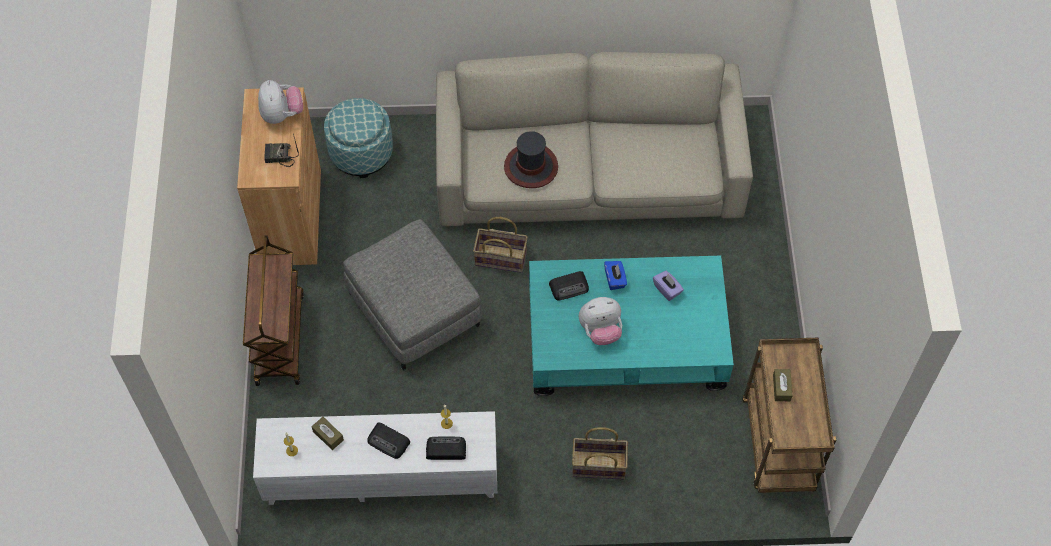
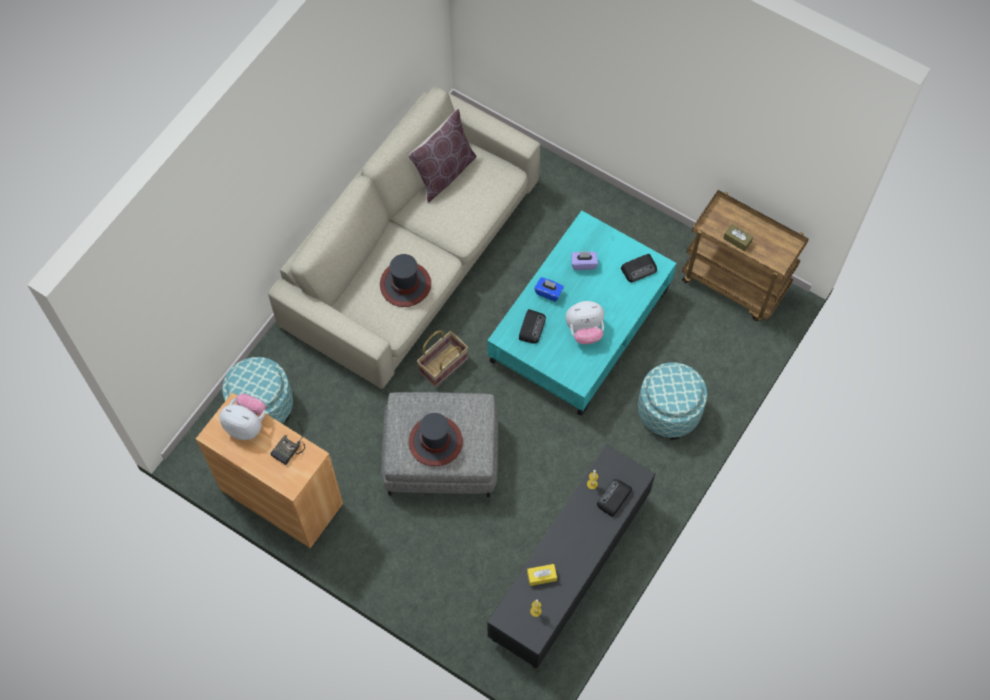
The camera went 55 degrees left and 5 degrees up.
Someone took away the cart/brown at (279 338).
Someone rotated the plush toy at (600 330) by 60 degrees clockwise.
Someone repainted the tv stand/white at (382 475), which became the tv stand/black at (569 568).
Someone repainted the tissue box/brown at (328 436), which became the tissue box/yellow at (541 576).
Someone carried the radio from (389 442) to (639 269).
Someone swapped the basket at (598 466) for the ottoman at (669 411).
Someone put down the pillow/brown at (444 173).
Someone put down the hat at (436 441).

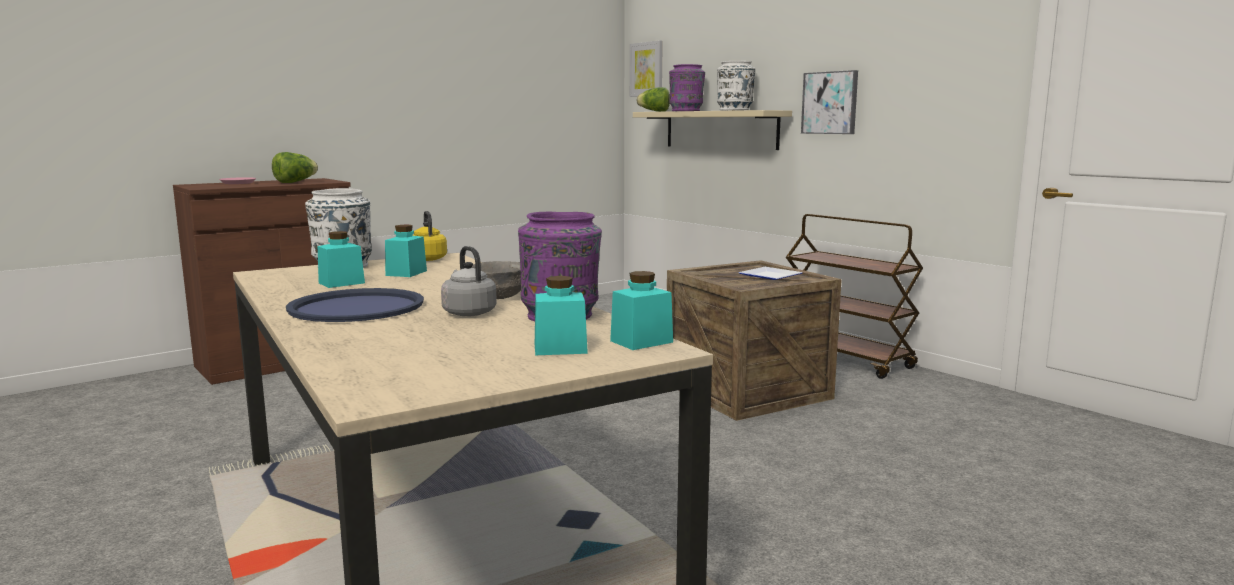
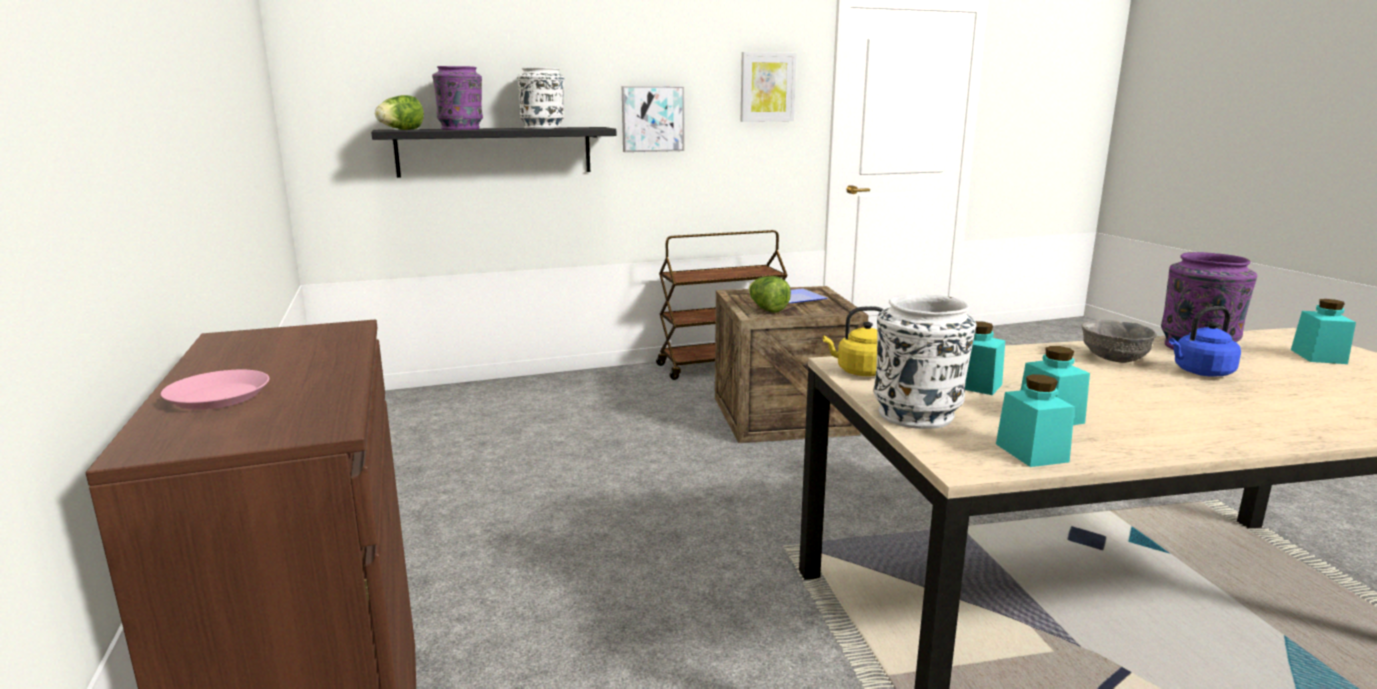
The camera went 70 degrees left and 5 degrees up.
Someone carried the picture from (647 69) to (767 87).
Someone repainted the shelf/beige at (720 129), which became the shelf/black at (495 151).
Someone carried the lettuce from (295 182) to (767 309).
Someone repainted the kettle/grey at (468 312), which became the kettle/blue at (1200 372).
Someone carried the jar/turquoise from (641 341) to (1031 452).
Someone took away the tray/blue at (356 307).

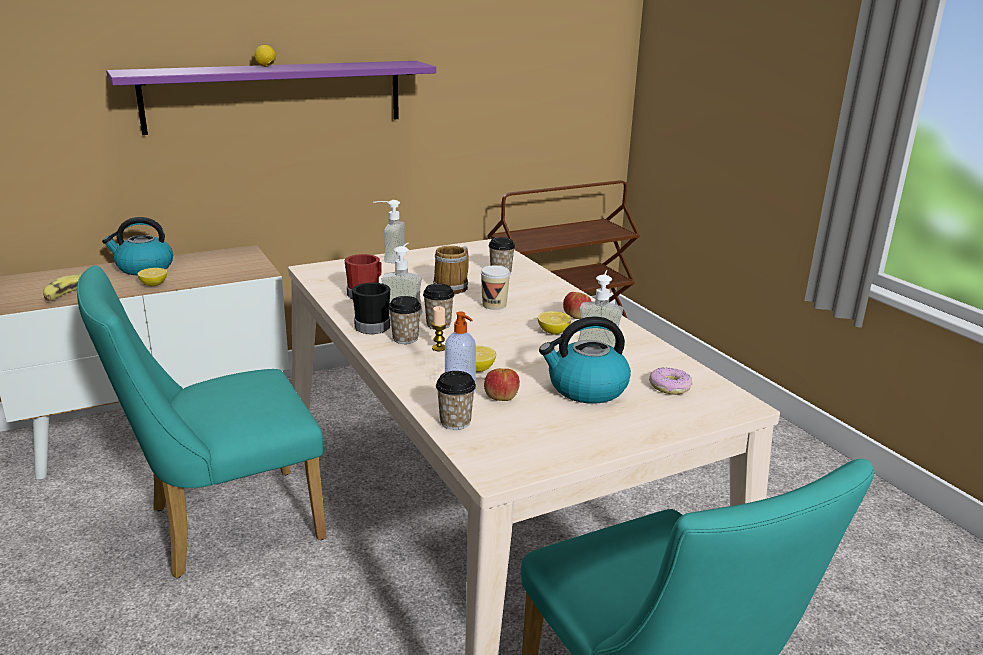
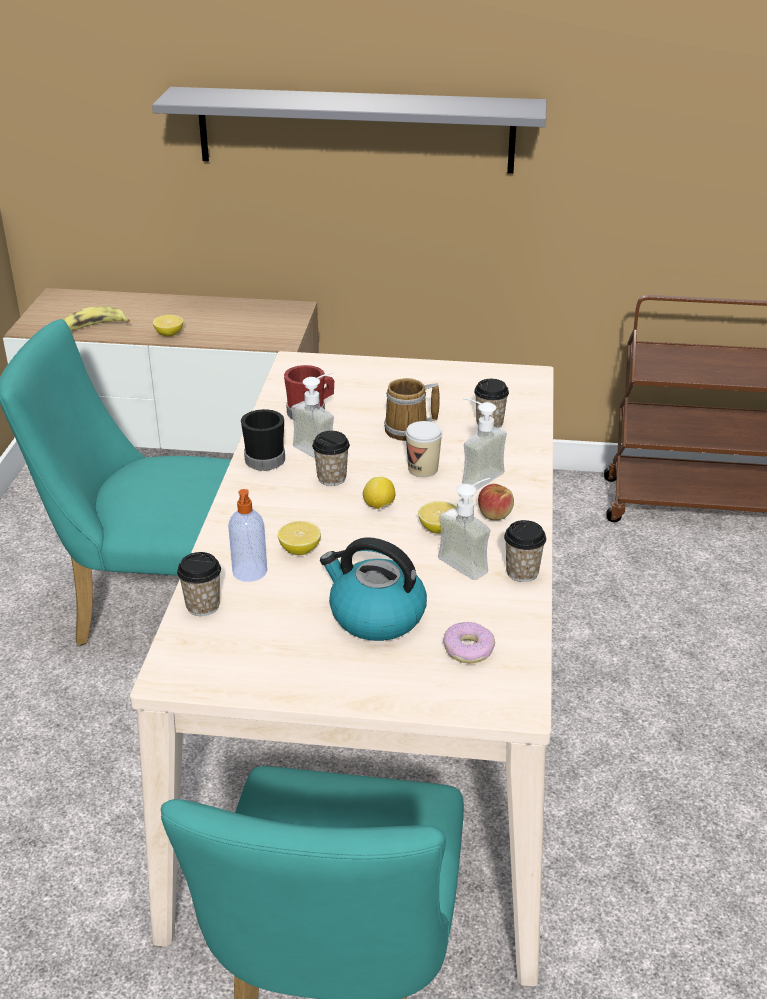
The camera went 35 degrees right and 10 degrees up.
Someone carried the lemon from (266 66) to (379 506).
Someone repainted the shelf/purple at (276 96), which became the shelf/grey at (355 130).
Someone carried the soap dispenser from (388 257) to (475 475).
Someone took away the kettle at (144 268).
Someone carried the cup from (405 339) to (522 572).
Someone took away the candle at (439 348).
Someone took away the apple at (501 397).

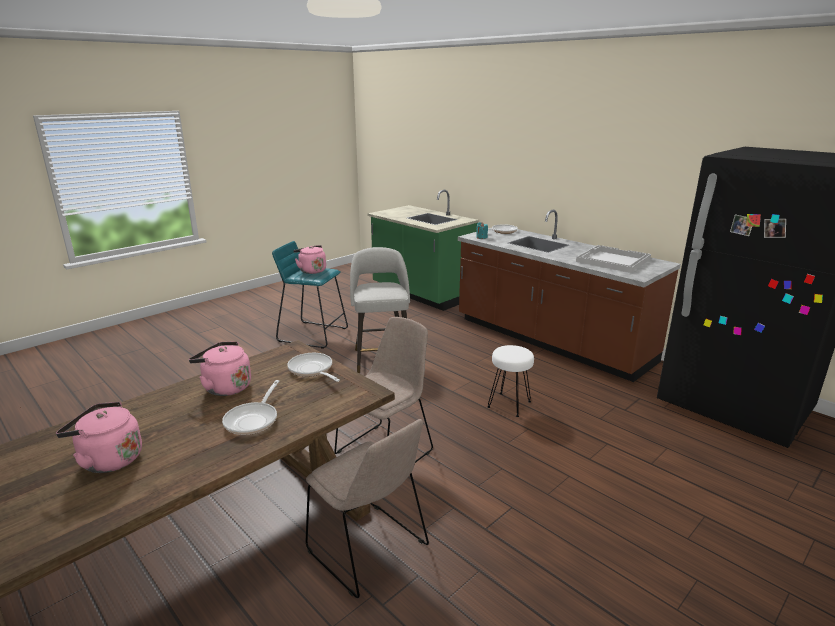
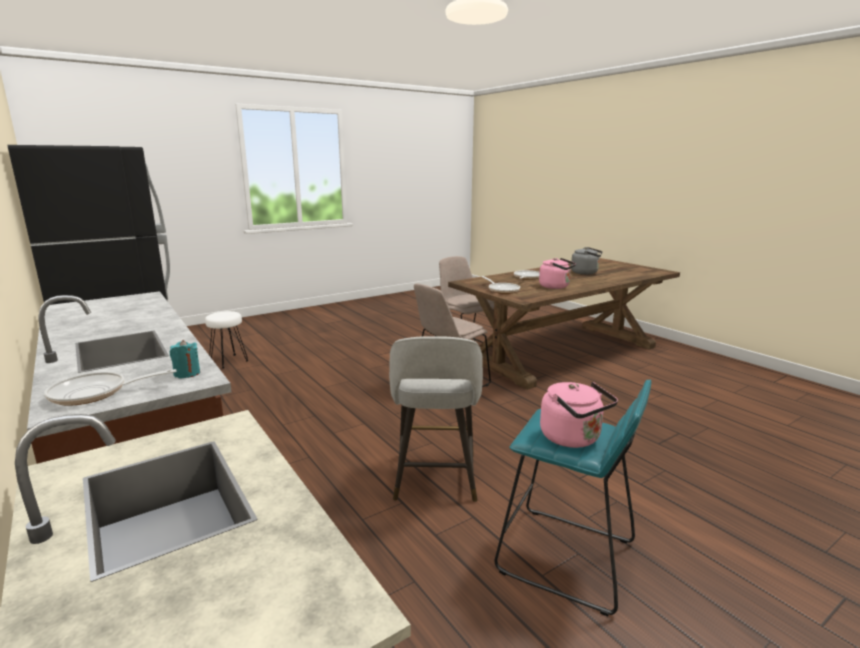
The camera went 170 degrees left and 5 degrees down.
Someone took away the tray/white at (612 260).
Someone carried the stool/white from (509 405) to (228 361).
Someone repainted the kettle/pink at (108 460), which became the kettle/grey at (586 273).

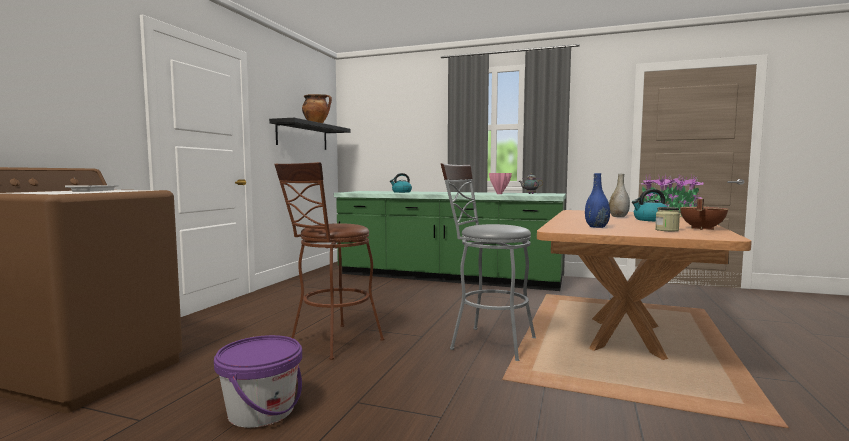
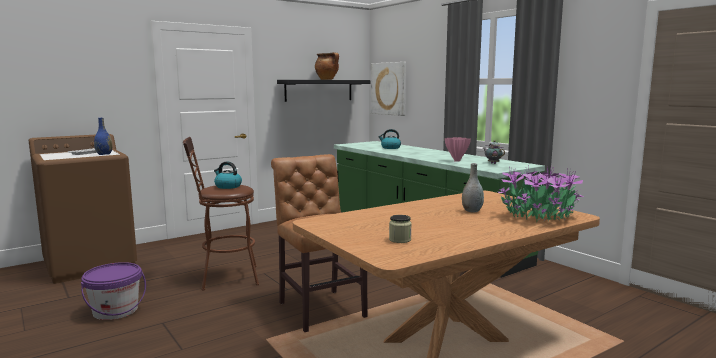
The camera went 35 degrees right and 5 degrees up.
Someone swapped the stool/grey at (486 342) for the chair/brown at (319 308).
Someone carried the vase/blue from (596 227) to (104 154).
Someone carried the kettle from (650 220) to (227 186).
Someone took away the cooking pot/brown at (701 229).
Someone put up the picture at (389 88).

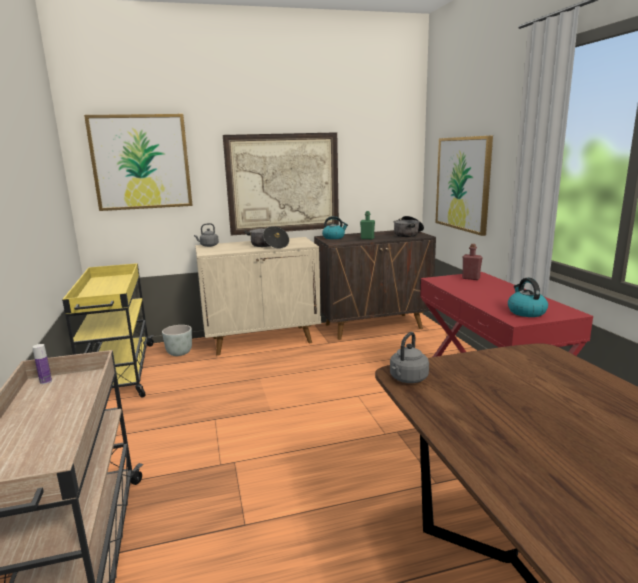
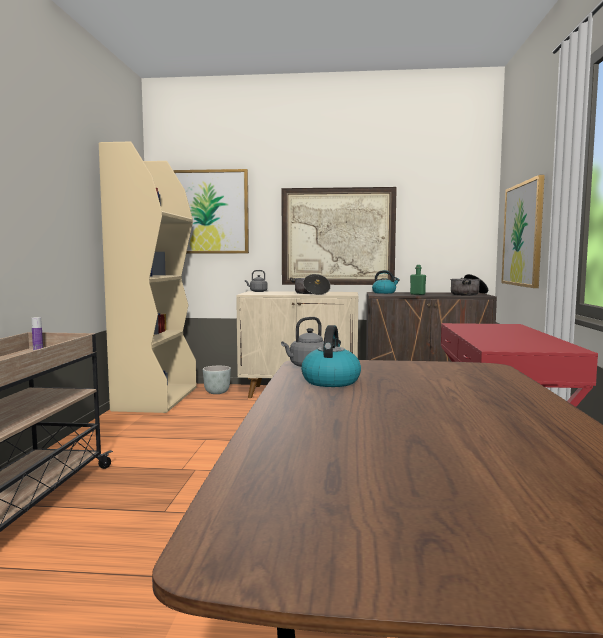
The camera went 20 degrees right and 10 degrees down.
Someone took away the bottle/red at (471 278).
Someone swapped the cart/yellow at (119 372) for the bookcase/beige at (156 398).
Someone carried the kettle from (526 312) to (330 381).

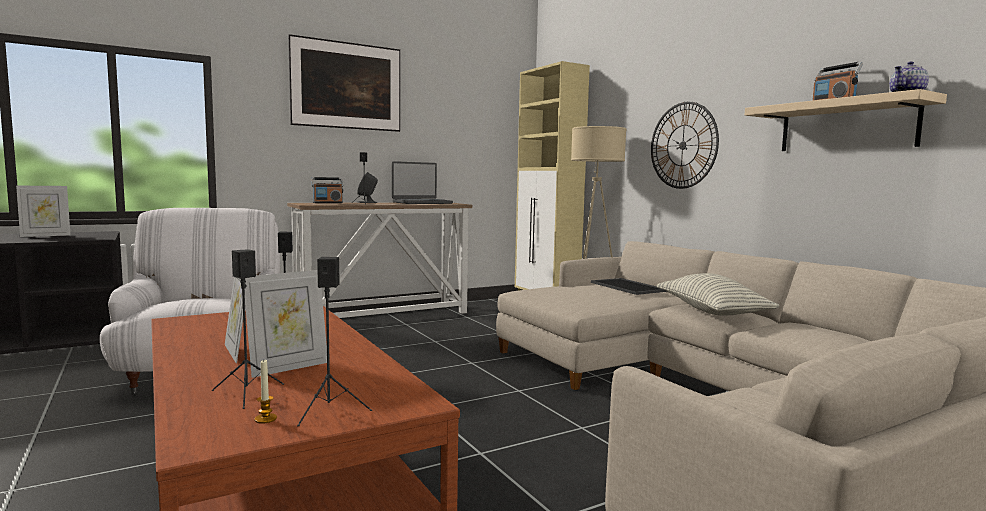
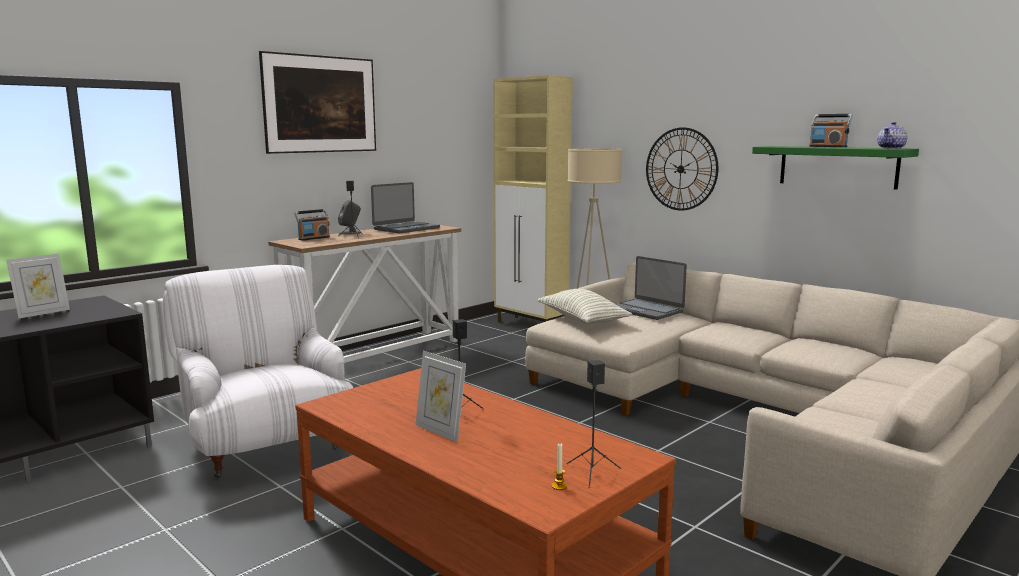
The camera went 15 degrees left and 5 degrees up.
Someone repainted the shelf/beige at (846 126), which became the shelf/green at (837 166).
Someone took away the speaker/black at (247 394).
Someone took away the picture frame at (288 367).
Someone carried the pillow from (711 312) to (582 320).
Someone swapped the tray at (629 287) for the laptop at (646 310).

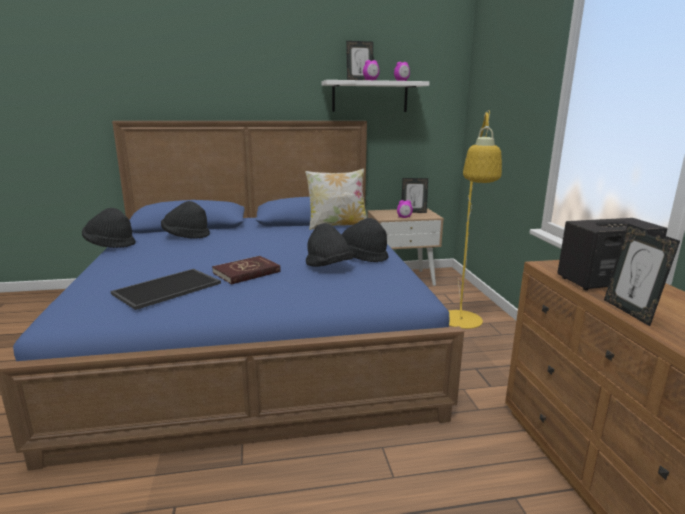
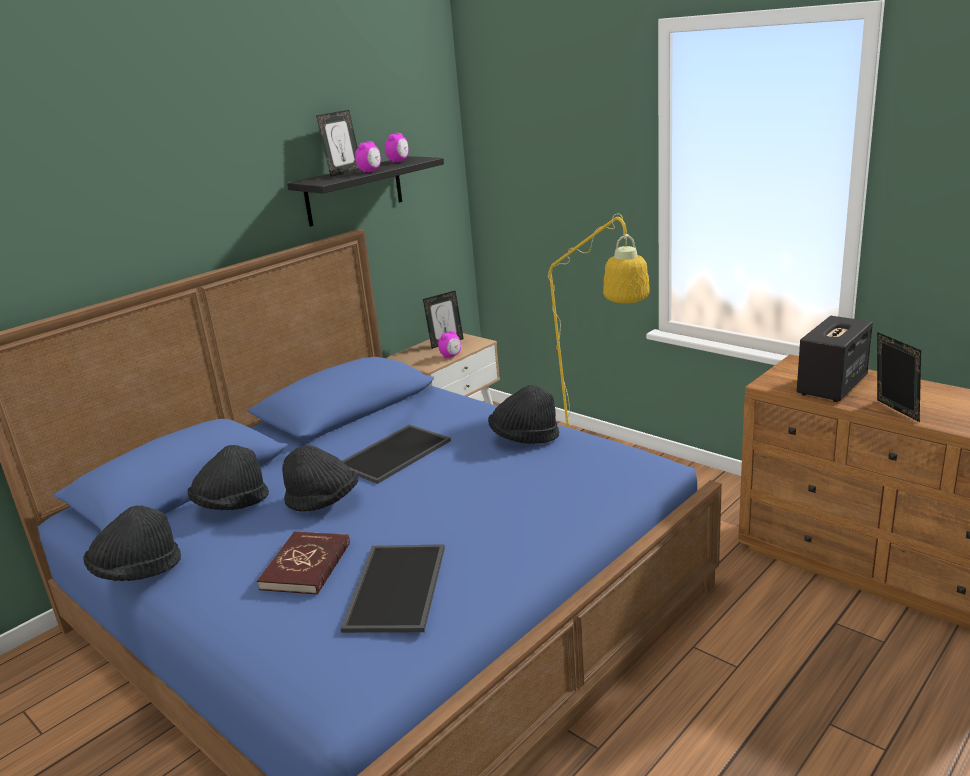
The camera went 35 degrees left and 5 degrees up.
Someone repainted the shelf/white at (370 96), which became the shelf/black at (354 191).
Someone took away the pillow at (337 226).
Someone carried the hat/black from (328 267) to (323 502).
Someone rotated the picture frame at (630 312) by 150 degrees counterclockwise.
Someone carried the book/red from (247 272) to (306 566).
Someone put down the tray at (394 453).

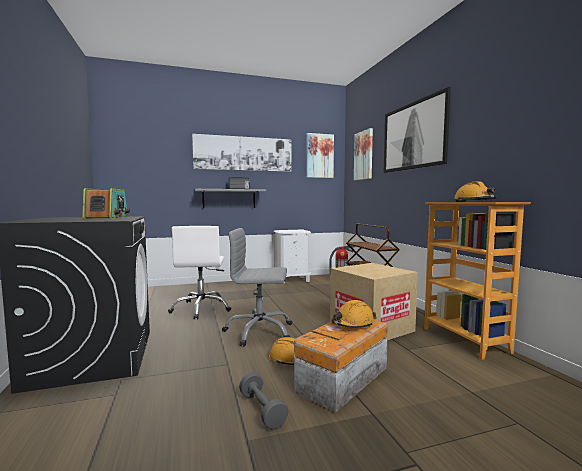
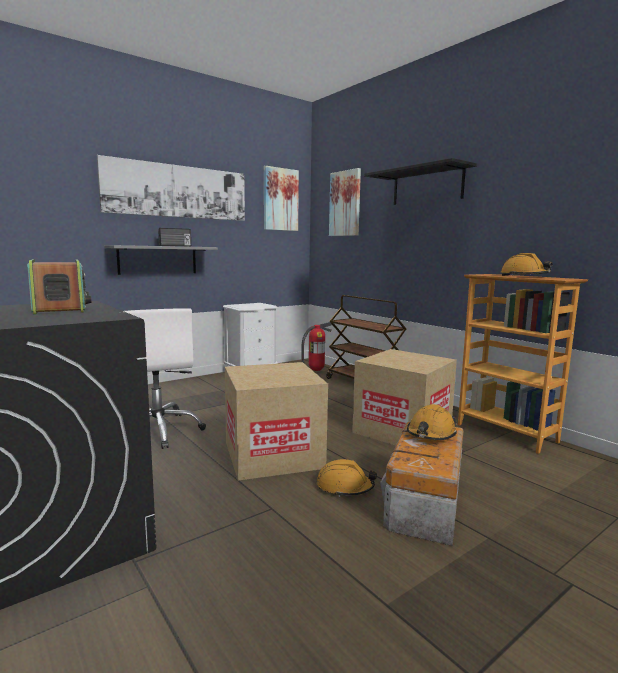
The camera went 20 degrees left and 5 degrees up.
Someone swapped the picture at (413 136) for the shelf/black at (427 186).
Someone swapped the office chair/grey at (259 331) for the cardboard box at (273 454).
Someone took away the dumbbell/grey at (262 410).

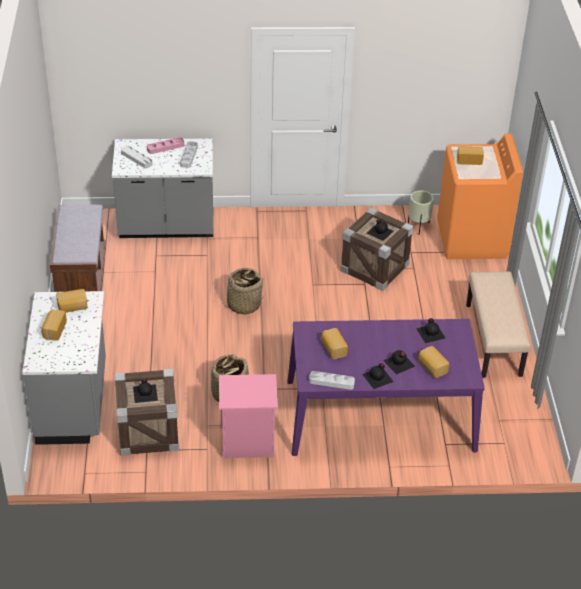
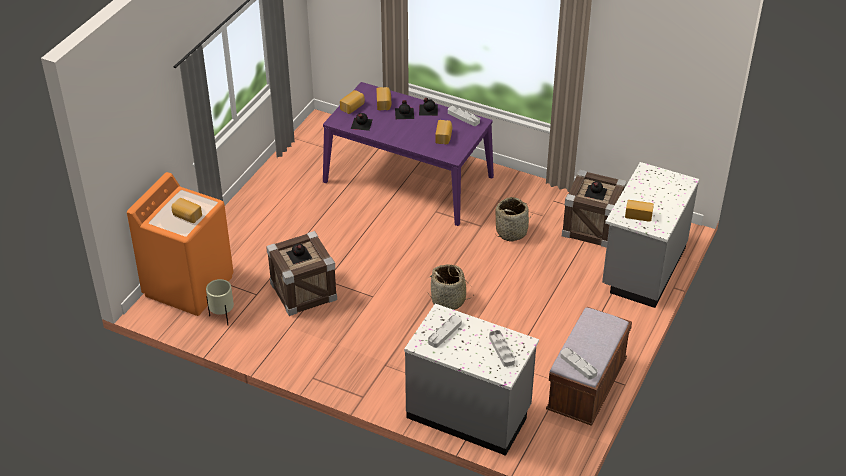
The camera went 150 degrees left and 0 degrees up.
Someone took away the tray/pink at (165 147).
Someone took away the bench/beige at (494 340).
Someone carried the bread from (54 330) to (353 107).
Someone took away the nightstand/pink at (247 442).
Someone put down the tray/grey at (578 365).

